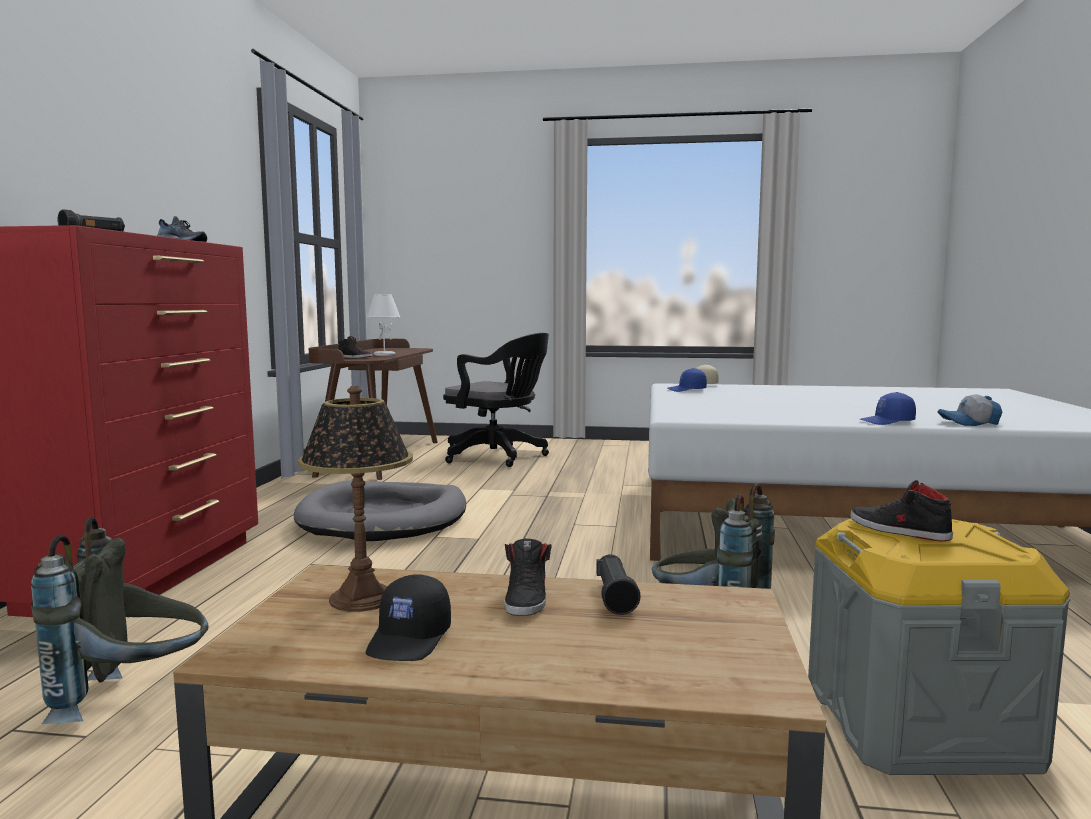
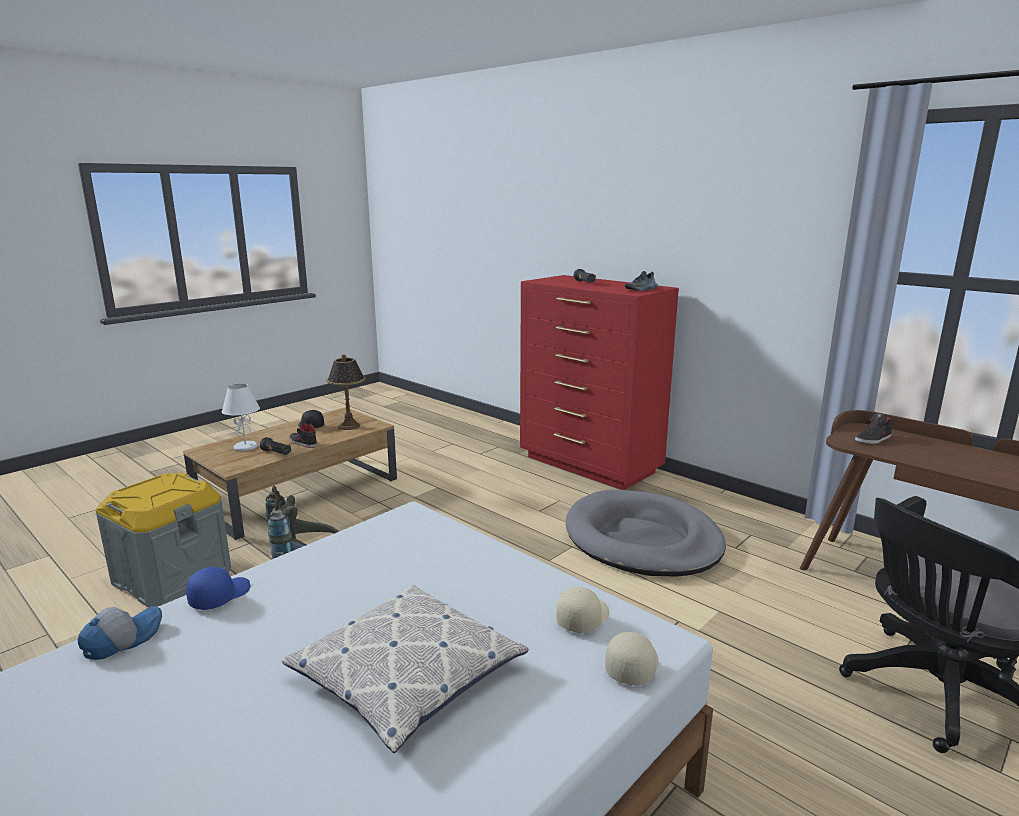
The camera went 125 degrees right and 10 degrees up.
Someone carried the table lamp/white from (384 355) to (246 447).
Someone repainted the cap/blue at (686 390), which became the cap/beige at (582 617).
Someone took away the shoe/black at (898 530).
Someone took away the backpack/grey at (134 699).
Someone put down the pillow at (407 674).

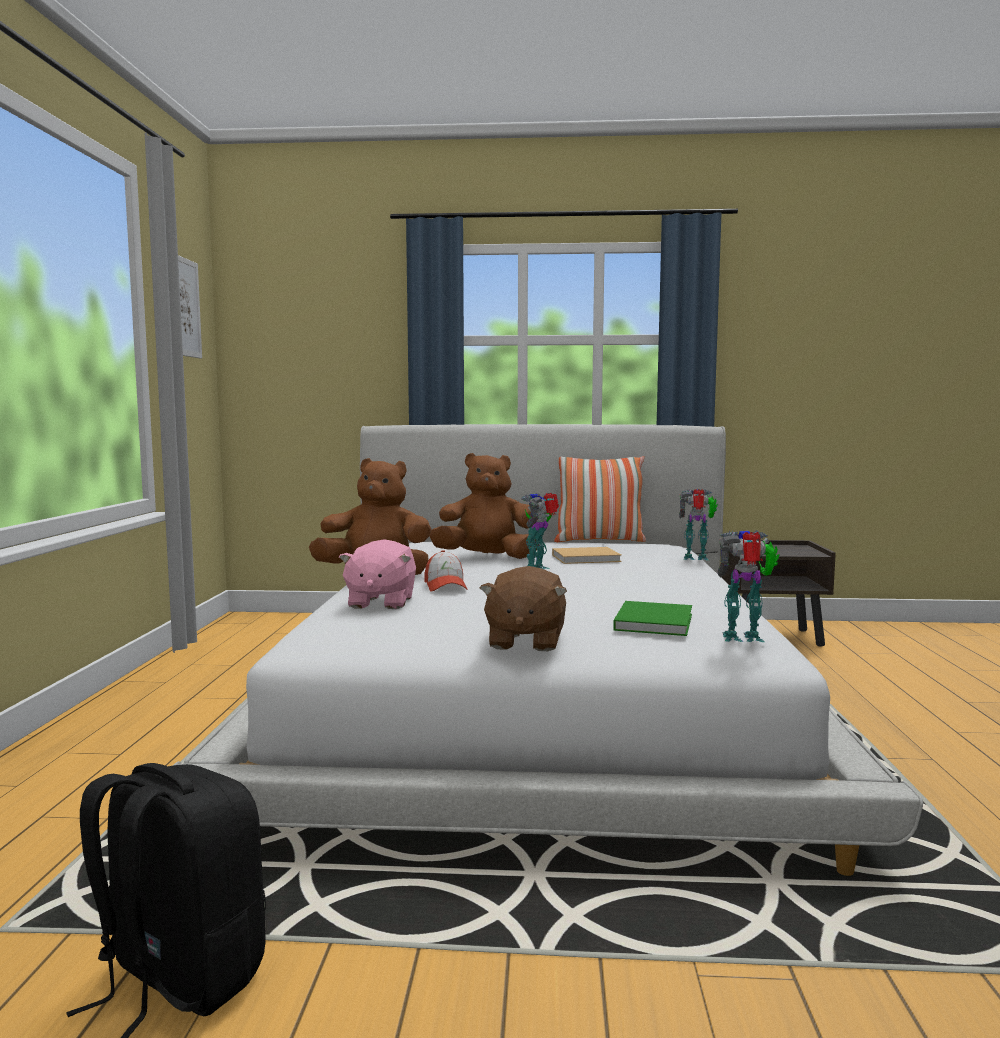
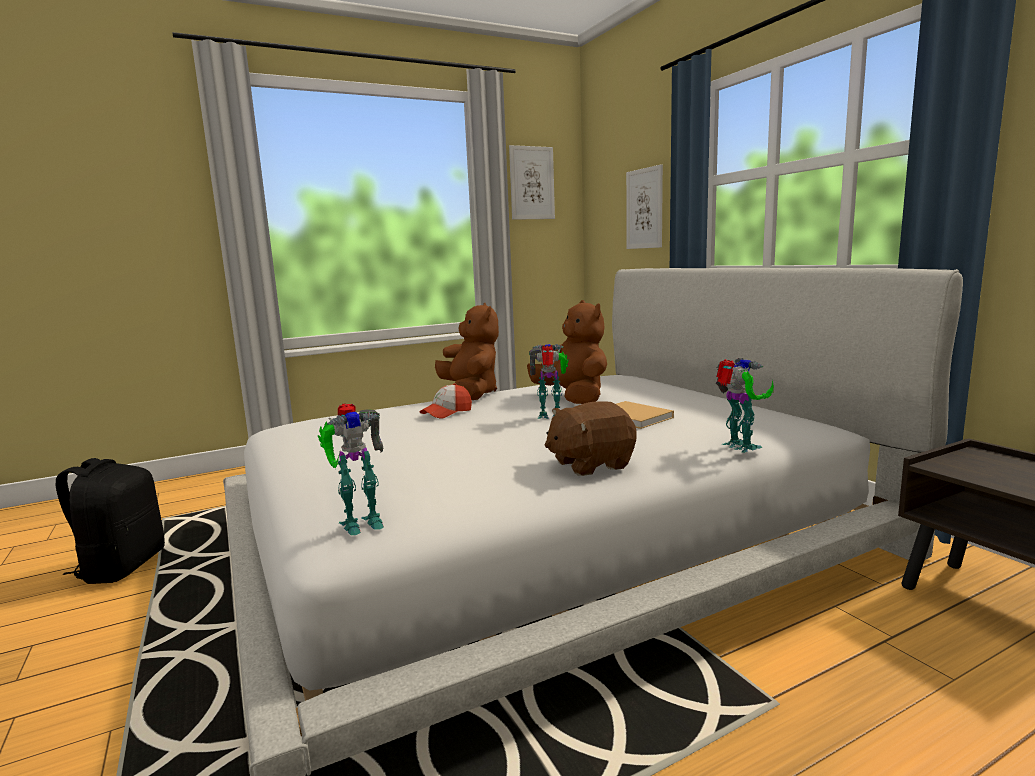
The camera went 60 degrees right and 5 degrees up.
Someone took away the pillow at (599 541).
Someone rotated the toy robot at (744 638) by 90 degrees clockwise.
Someone took away the plush toy/pink at (380 602).
Someone carried the plush toy/brown from (524 641) to (590 464).
Someone took away the book/green at (654 621).
Someone put up the picture at (644 208).

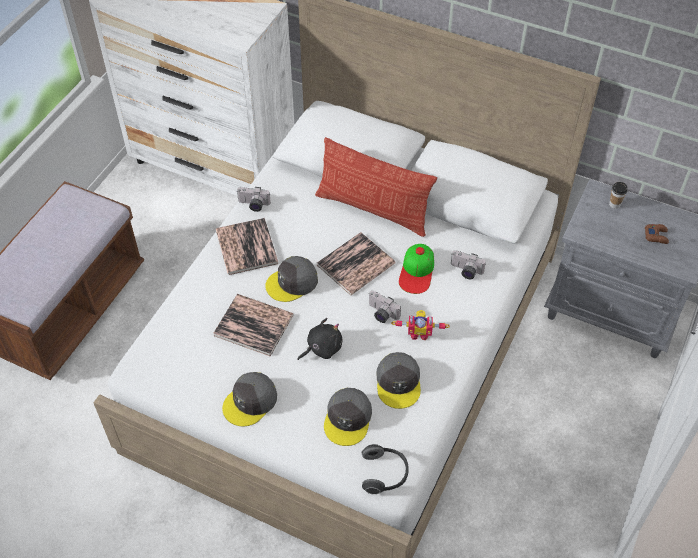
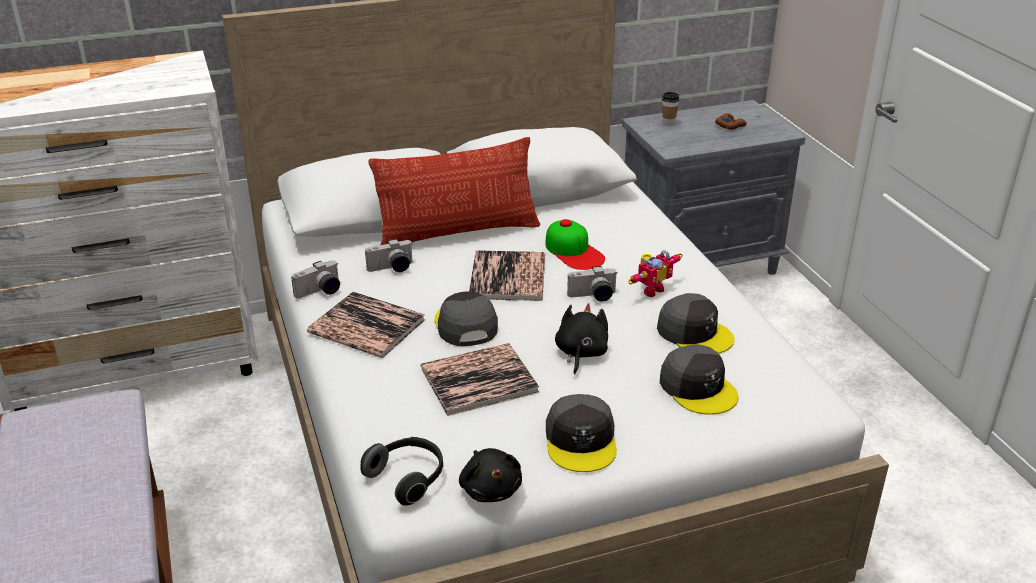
The camera went 45 degrees left and 20 degrees down.
Someone carried the photo camera from (465 271) to (391 269).
Someone rotated the cap/grey at (292 283) by 150 degrees clockwise.
Someone carried the headphones from (384 474) to (408 478).
Someone put down the plush toy/black at (490 489).

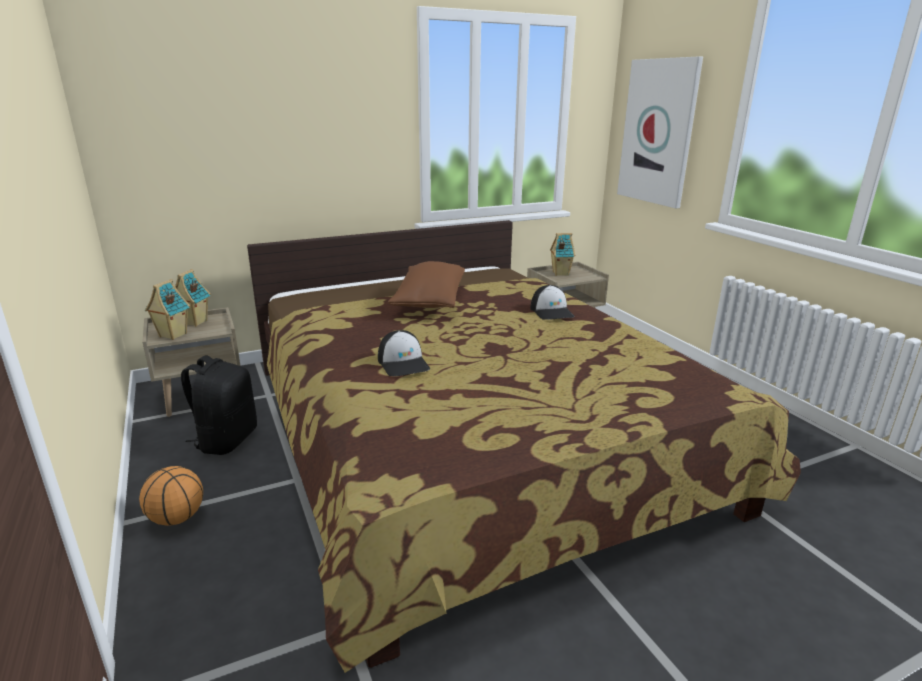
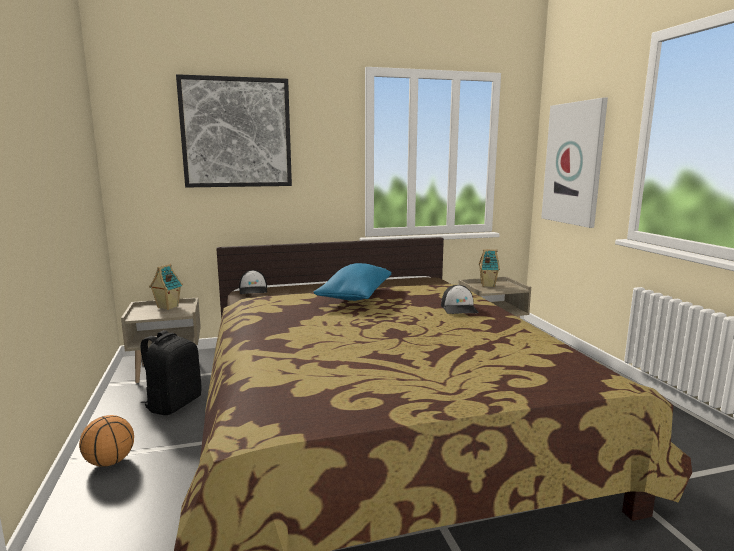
The camera went 10 degrees right and 10 degrees down.
Someone repainted the pillow/brown at (430 301), which became the pillow/blue at (355 296).
Someone took away the toy house at (172 335).
Someone carried the cap from (404 363) to (253 290).
Someone put up the picture at (236 133).

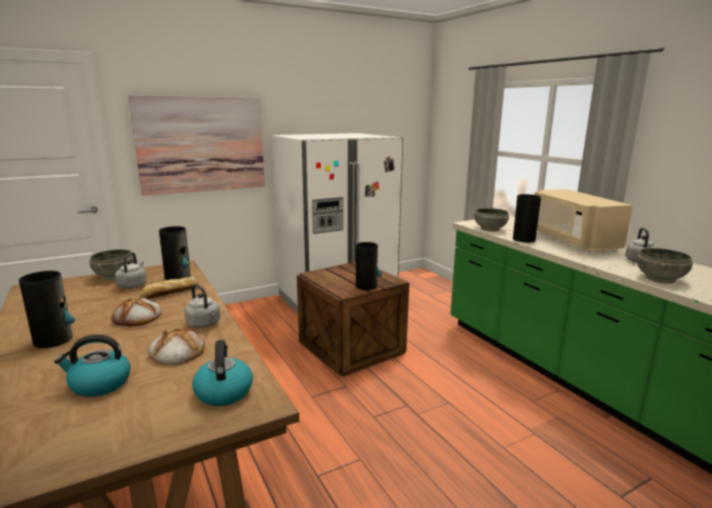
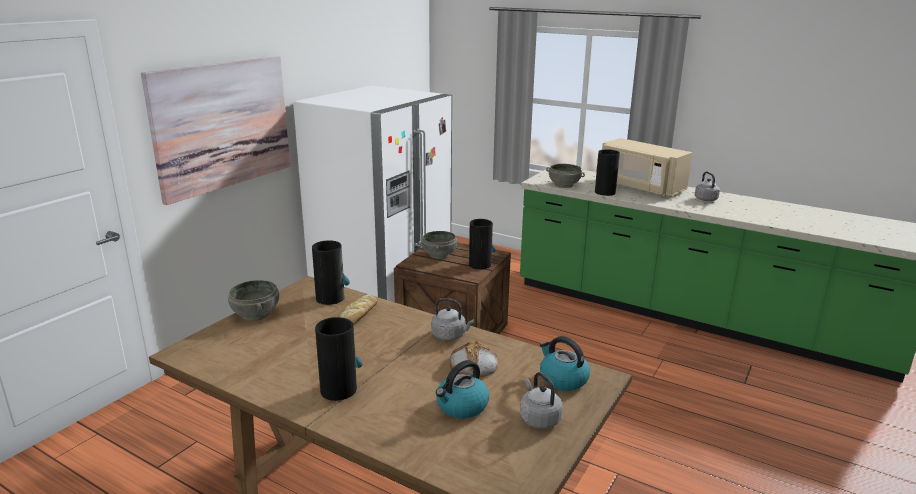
The camera went 30 degrees left and 5 degrees up.
Someone carried the bowl/grey from (660 279) to (440 255).
Someone carried the kettle/grey from (133 285) to (538 418).
Someone took away the bread at (137 318).

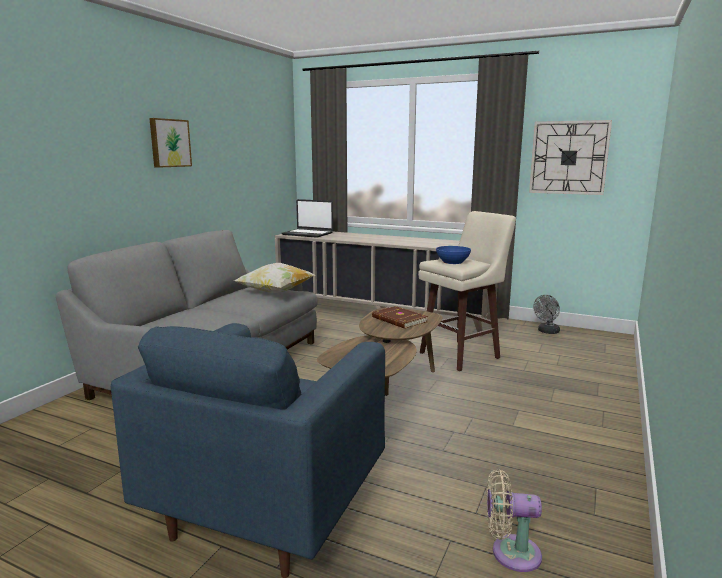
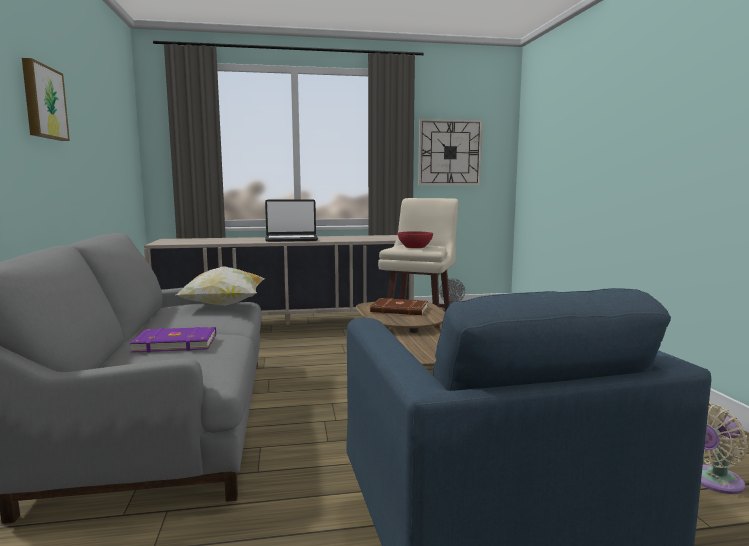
The camera went 35 degrees left and 5 degrees down.
Someone carried the laptop from (308 234) to (291 239).
Someone repainted the bowl/blue at (453 262), which became the bowl/red at (415 247).
Someone put down the book/purple at (175 343).

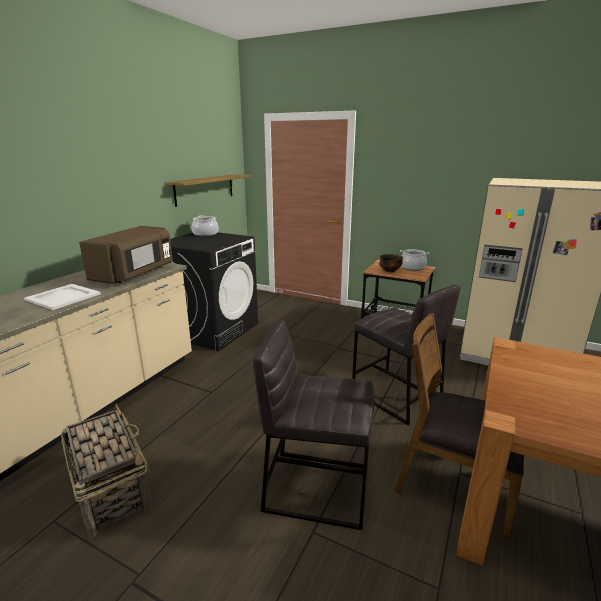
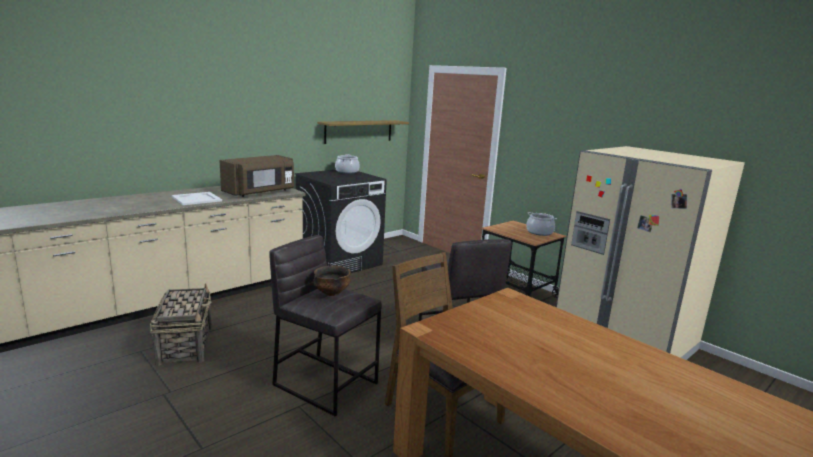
The camera went 20 degrees right and 5 degrees down.
Someone carried the bowl from (389 271) to (331 293).

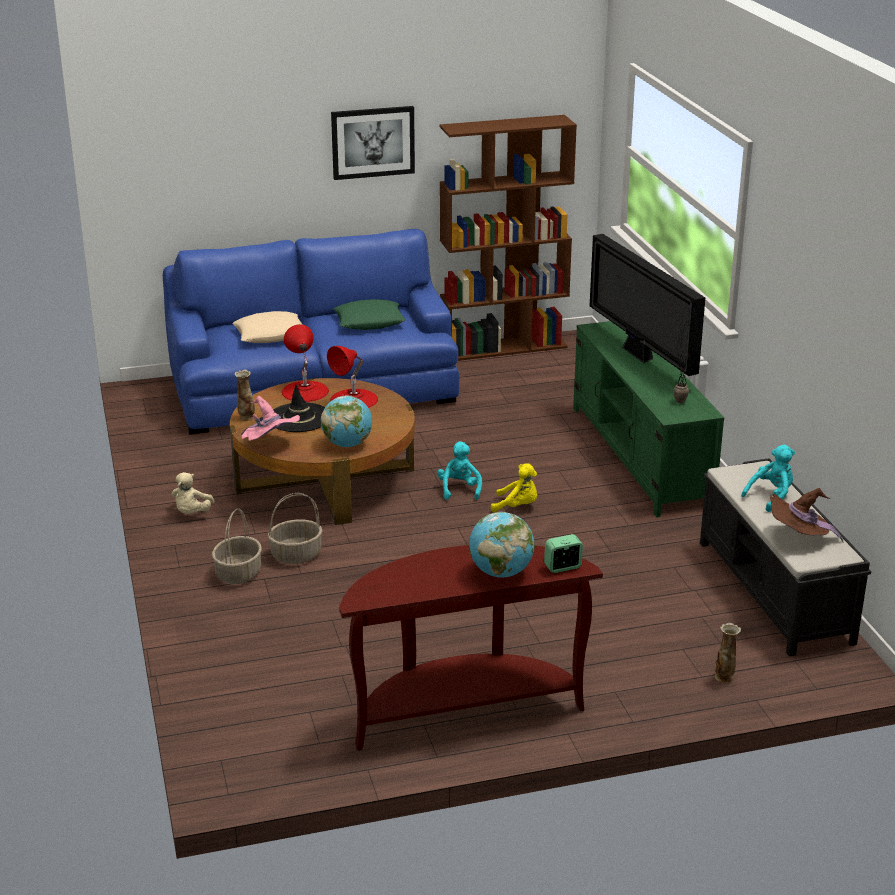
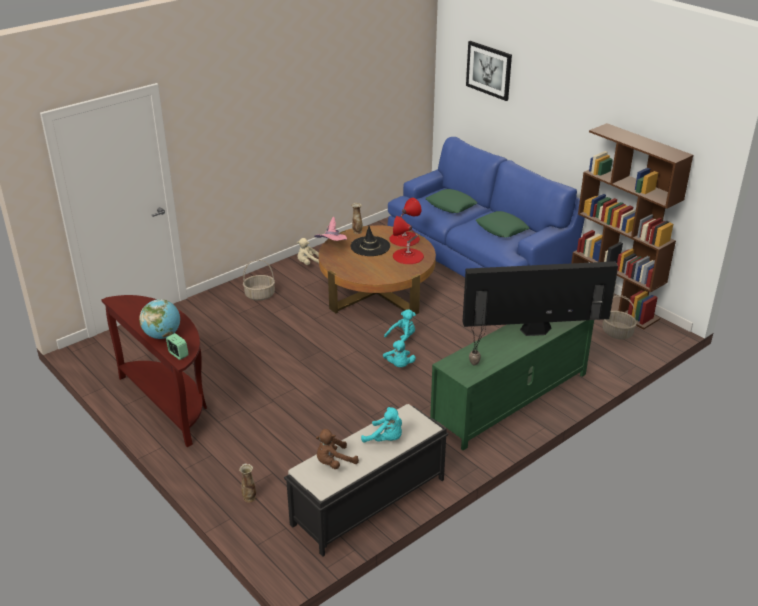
The camera went 65 degrees right and 5 degrees up.
Someone carried the picture from (373 142) to (489 70).
Someone rotated the television at (639 355) by 45 degrees clockwise.
Someone repainted the pillow/beige at (270 334), which became the pillow/green at (450 205).
Someone took away the globe at (347 444).
Someone repainted the plush toy/yellow at (517 506), which became the plush toy/turquoise at (399 365).
Someone swapped the hat/brown at (799 538) for the plush toy/brown at (334 462).
Someone carried the basket from (296 554) to (617 333).

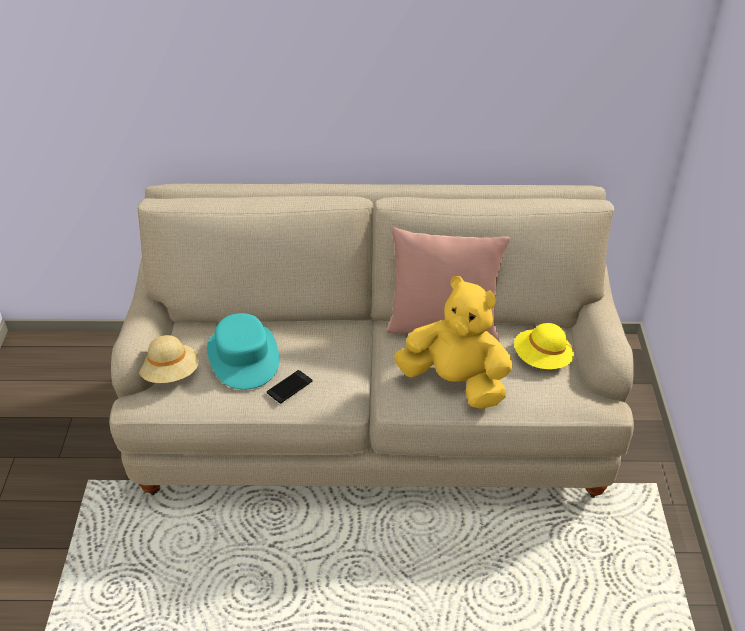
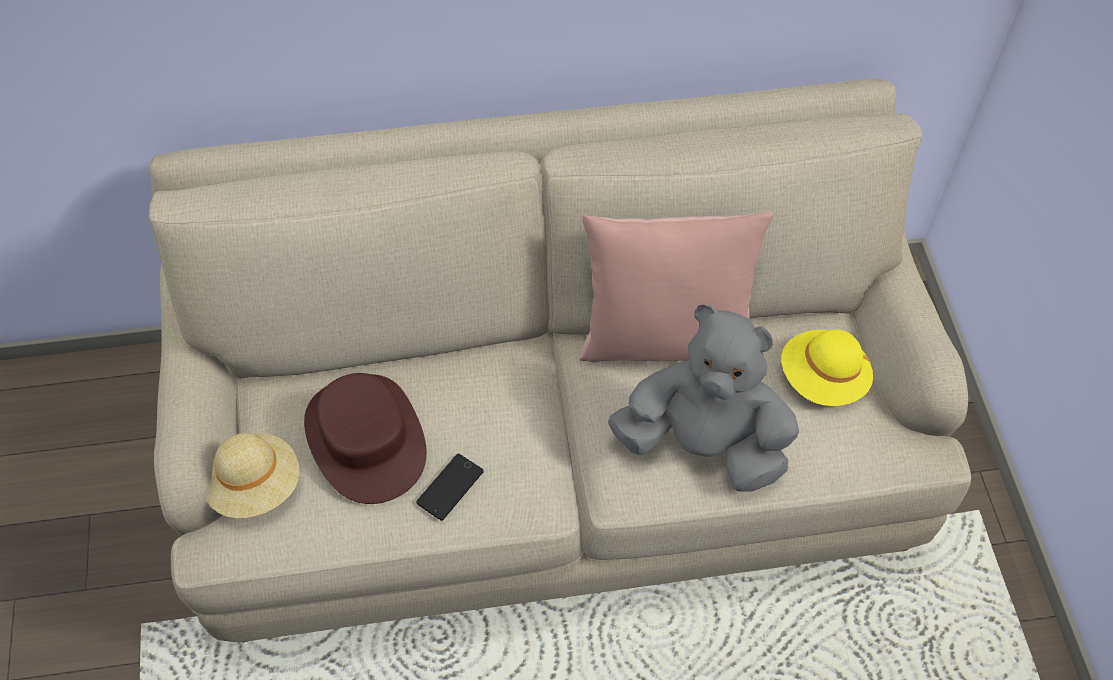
The camera went 10 degrees left and 15 degrees up.
Someone repainted the plush toy/yellow at (455 383), which became the plush toy/grey at (703 444).
Someone repainted the hat/turquoise at (243 356), which became the hat/brown at (365 438).

